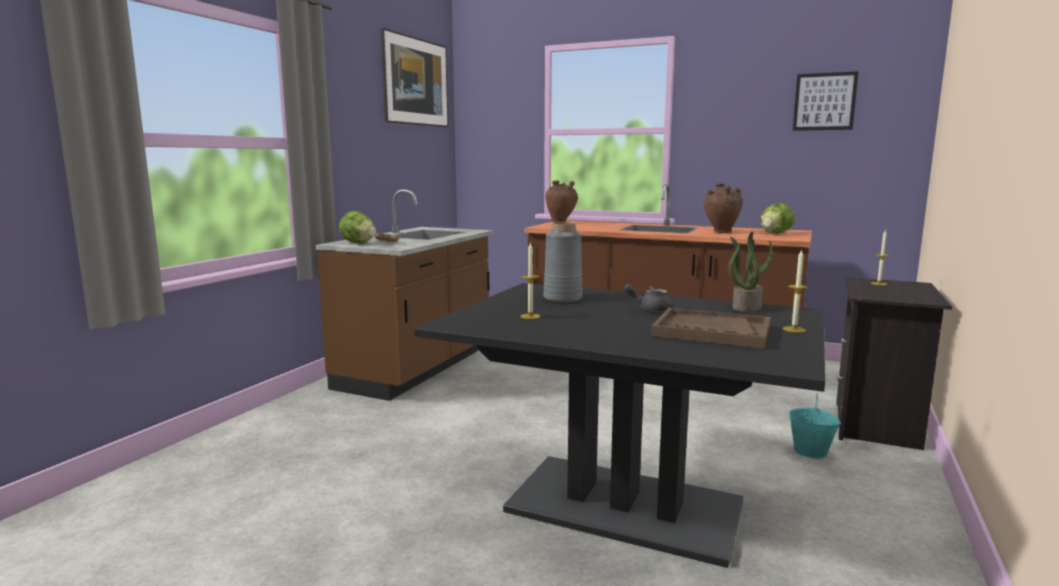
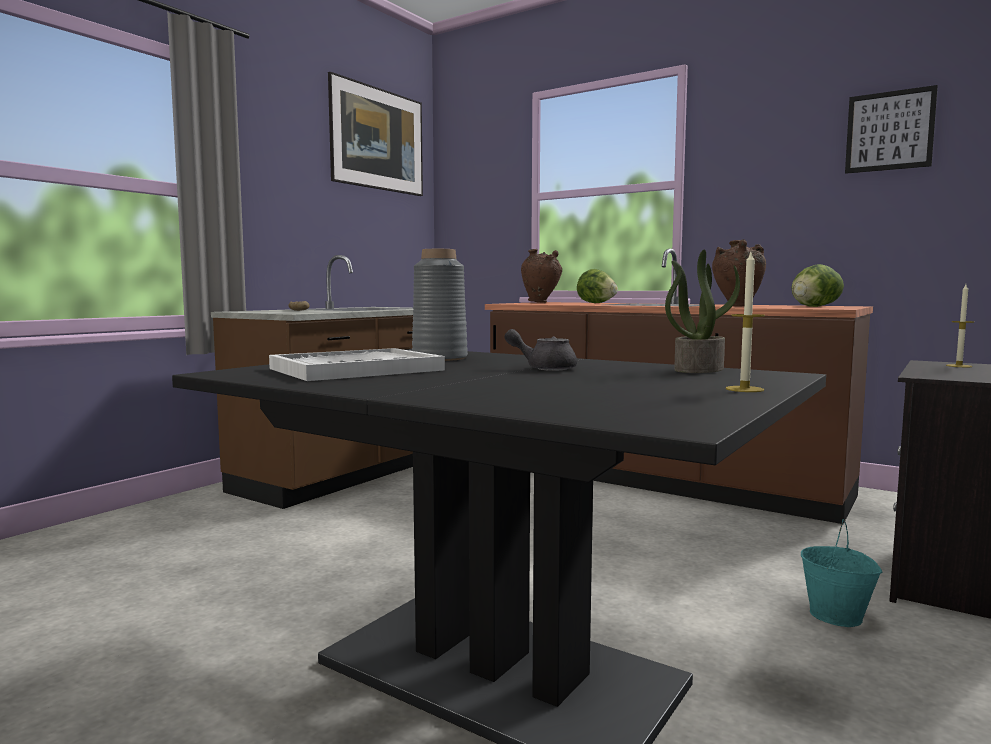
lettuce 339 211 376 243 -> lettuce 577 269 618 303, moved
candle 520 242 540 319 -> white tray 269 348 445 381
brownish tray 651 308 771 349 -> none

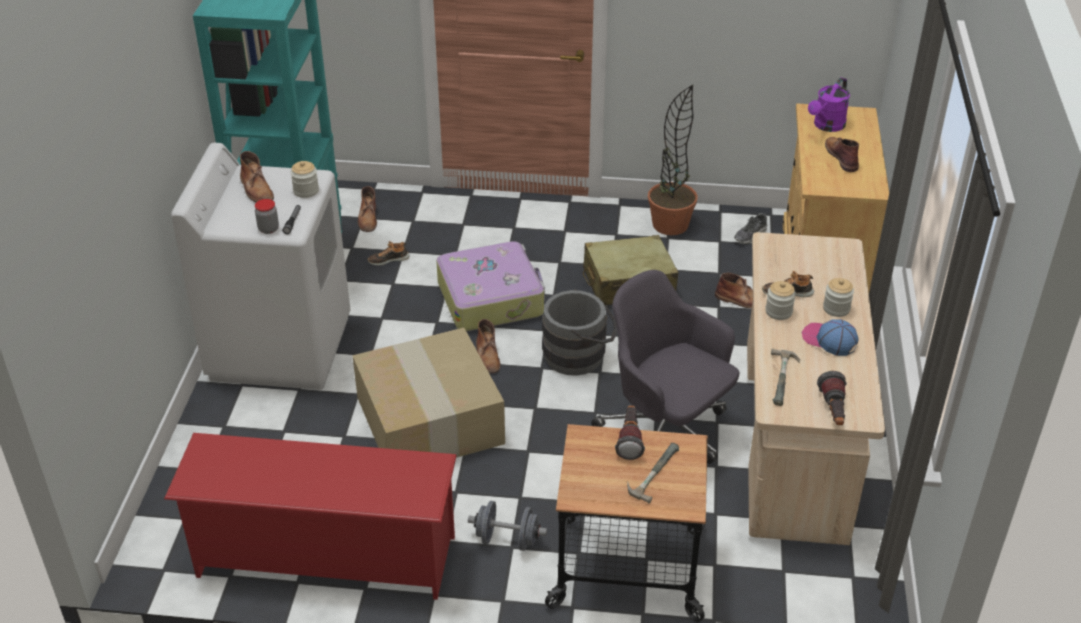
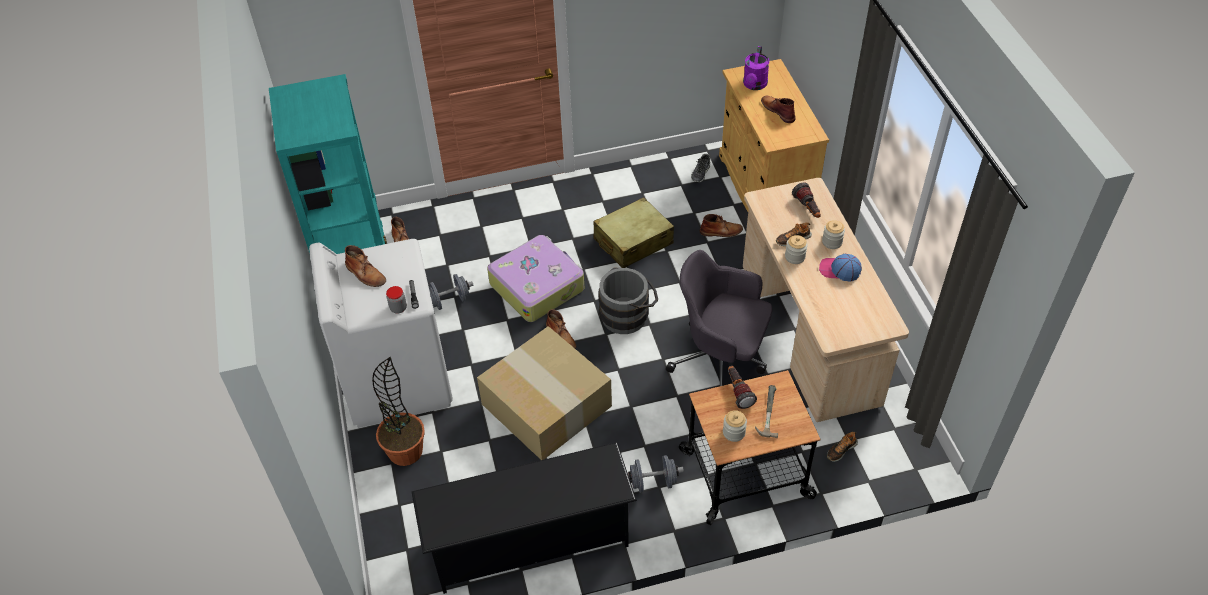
potted plant 648 85 698 235 -> potted plant 372 357 425 466, moved
jar 290 161 319 198 -> jar 723 410 747 442, moved
item of footwear 367 241 409 265 -> item of footwear 827 432 858 462, moved
hammer 771 349 800 406 -> none
flashlight 817 371 847 425 -> flashlight 792 182 821 218, moved
reddish shoe shelf 164 433 457 600 -> blackish shoe shelf 412 442 637 594
none -> greyish dumbbell 429 274 473 310

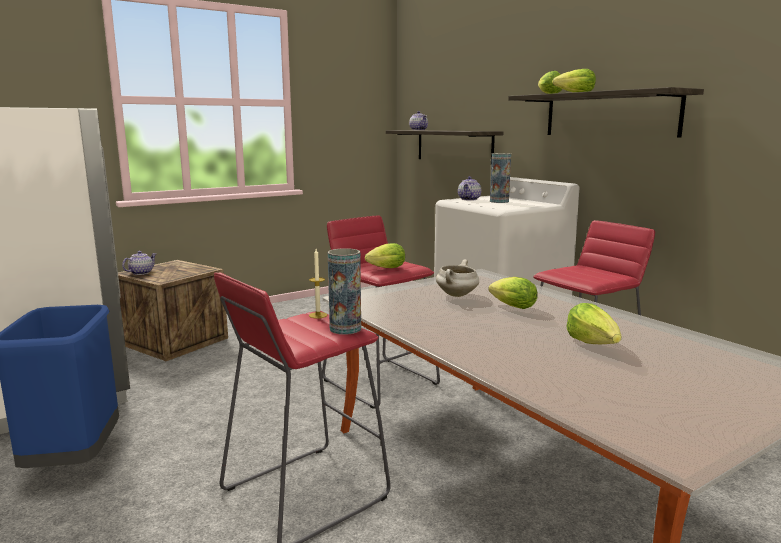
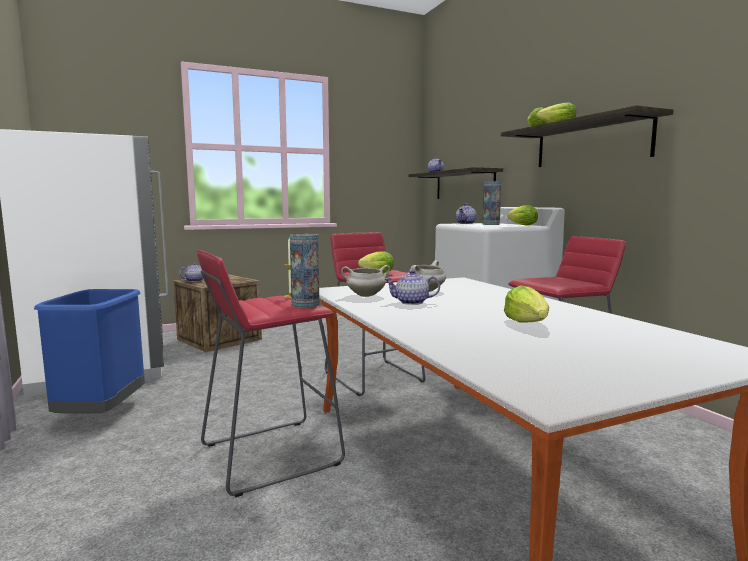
lettuce 488 277 537 309 -> lettuce 507 205 538 226, moved
none -> white stockpot 341 265 390 297
none -> teapot 385 270 440 305

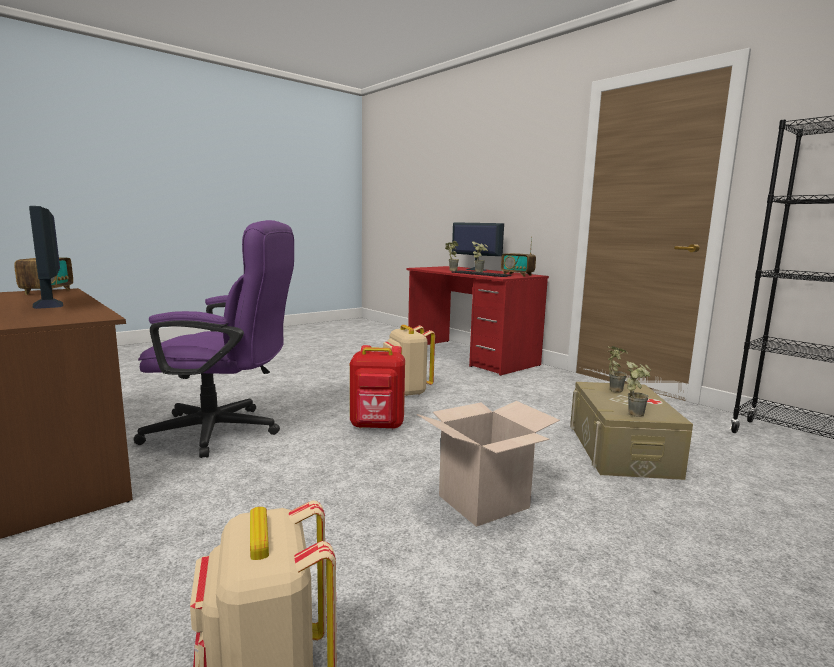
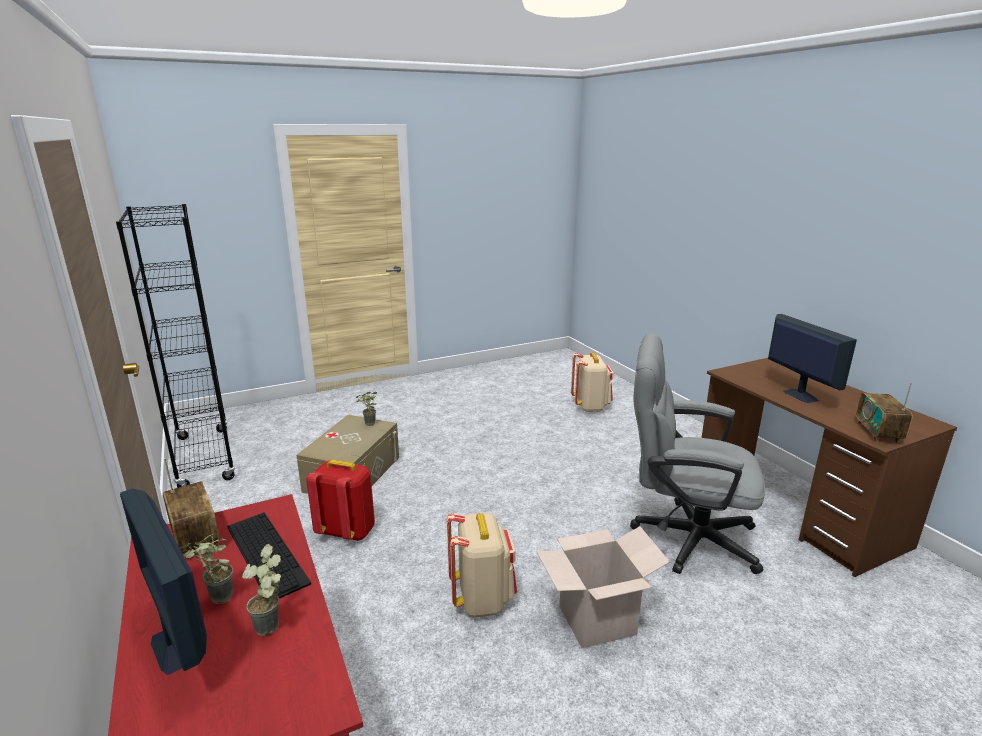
purple desk chair 134 220 294 458 -> greyish desk chair 630 333 765 574
reddish knapsack 350 345 405 429 -> reddish knapsack 306 459 375 541, moved
potted plant 608 346 628 392 -> none
cardboard box 417 401 560 527 -> cardboard box 536 526 670 648, moved

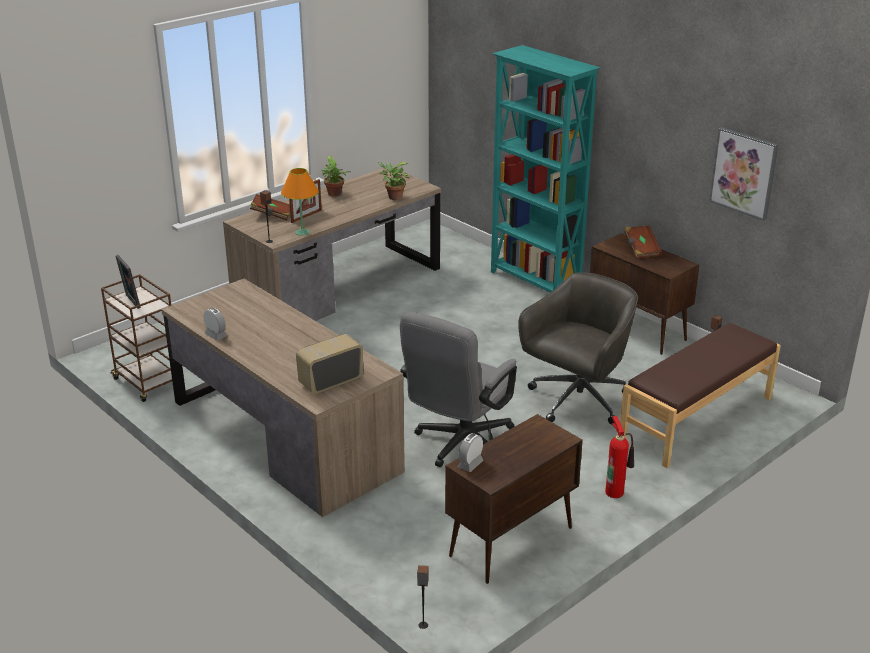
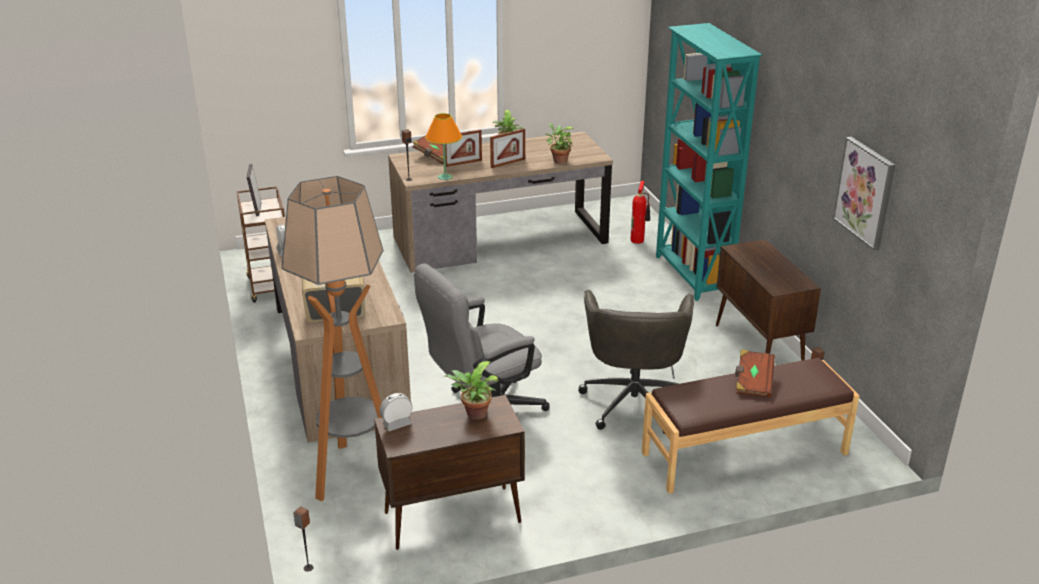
brownish bound book 624 225 662 259 -> brownish bound book 735 349 775 397, moved
greyish desk chair 518 272 638 425 -> greyish desk chair 578 290 694 434, 120 degrees clockwise
fire extinguisher 605 416 634 498 -> fire extinguisher 630 181 650 244, moved
none -> photo frame 490 128 525 168
none -> floor lamp 282 176 384 502
none -> potted plant 445 361 499 420

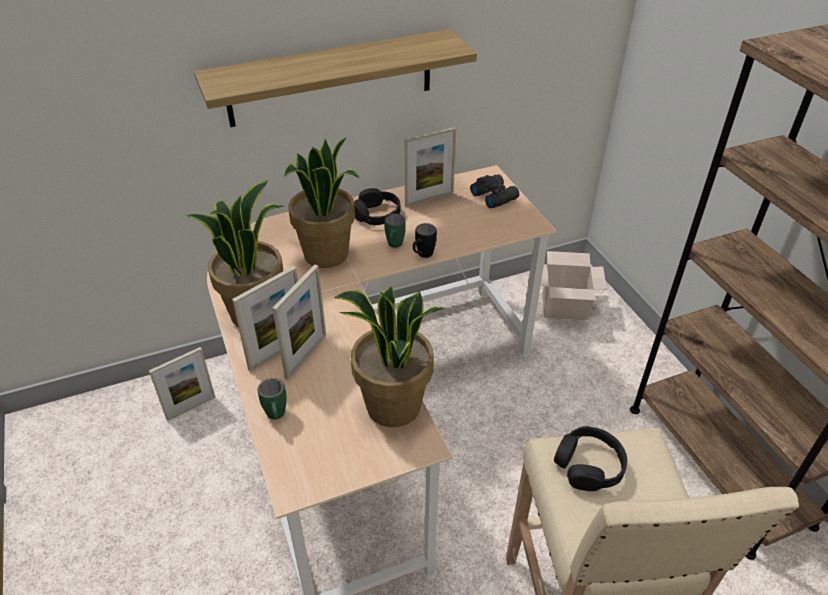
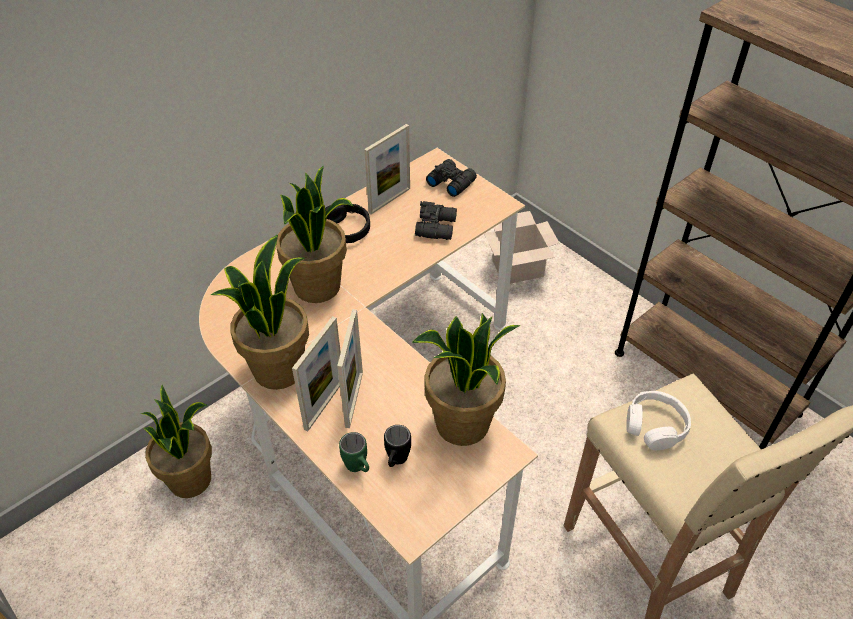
wall shelf 194 29 477 127 -> none
green-coloured mug 384 214 406 248 -> none
blackish mug 413 223 437 258 -> blackish mug 384 425 411 467, moved
photo frame 149 347 215 421 -> potted plant 141 385 212 498
blackish pair of headphones 554 426 627 491 -> white pair of headphones 626 391 691 450
none -> blackish pair of binoculars 415 201 457 240

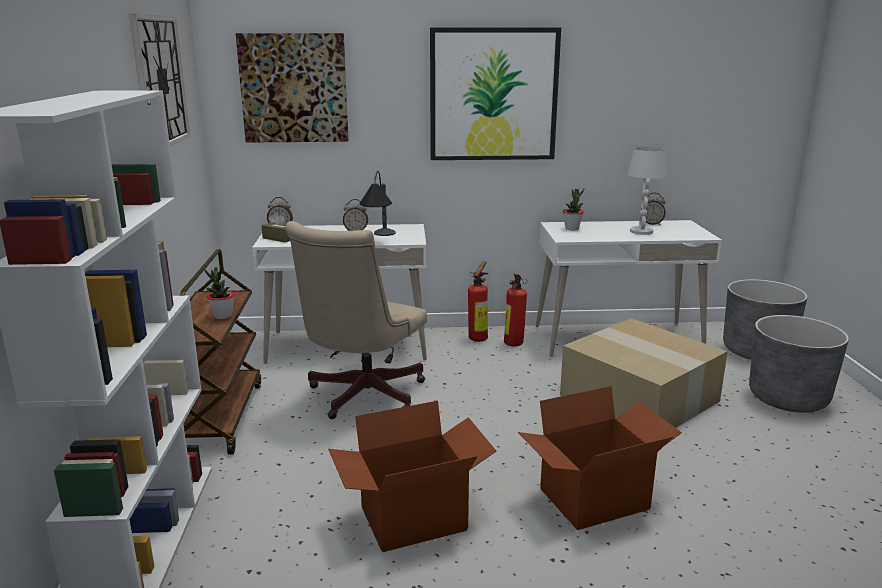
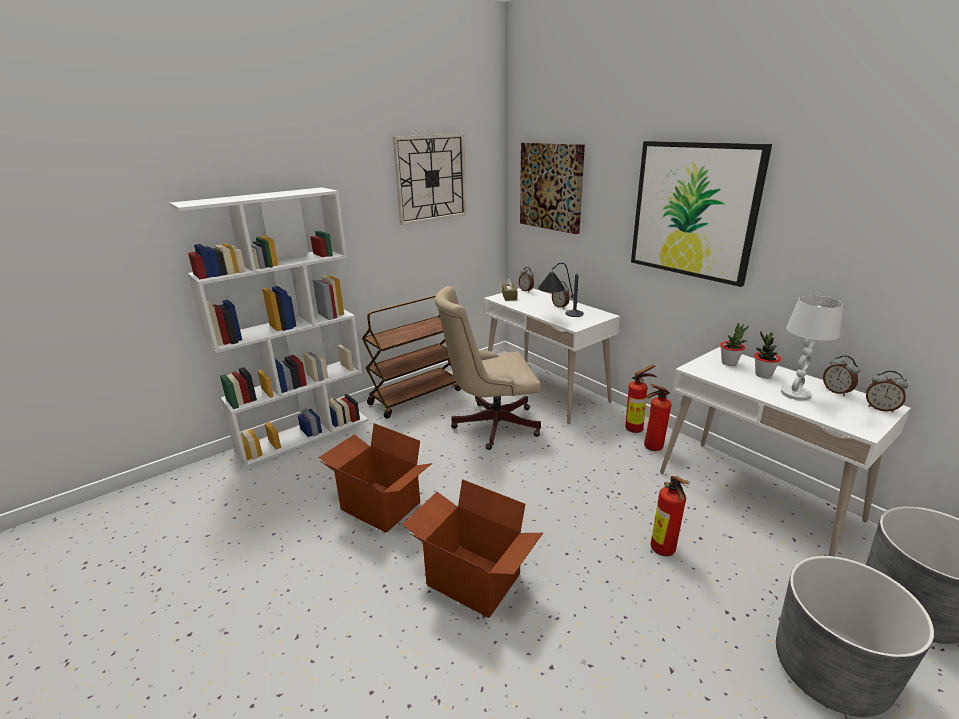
potted plant 204 267 235 319 -> potted plant 754 331 781 378, moved
cardboard box 560 318 728 428 -> fire extinguisher 651 476 690 556
none -> table clock 866 371 908 413

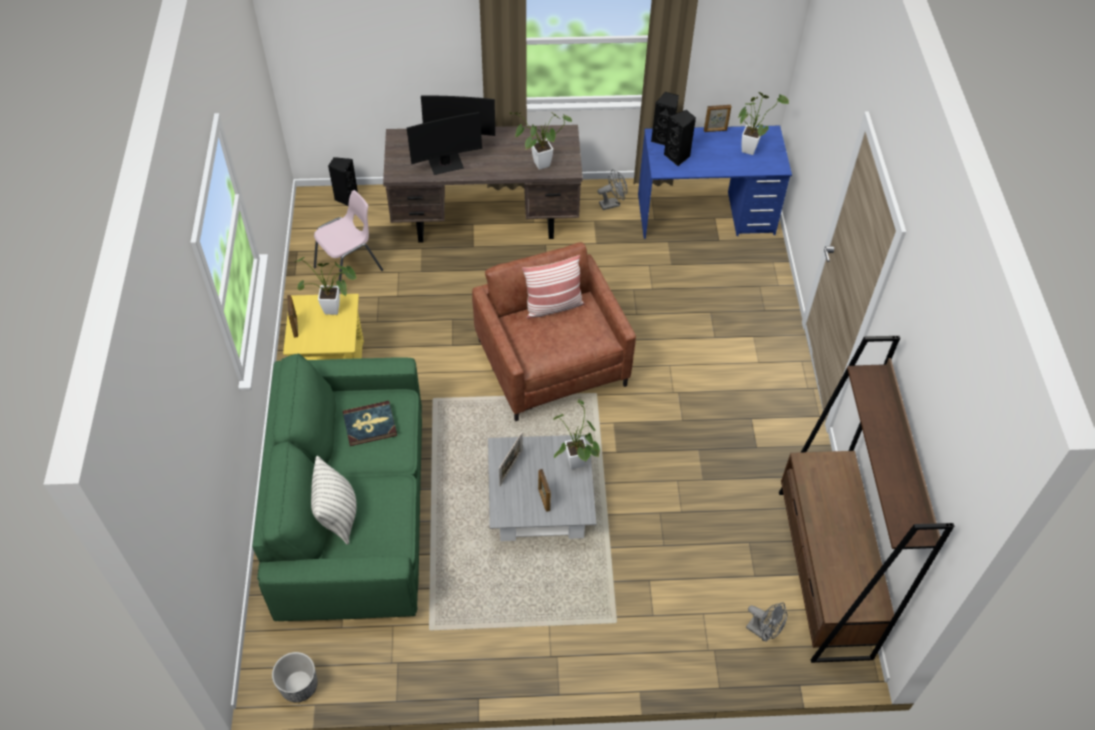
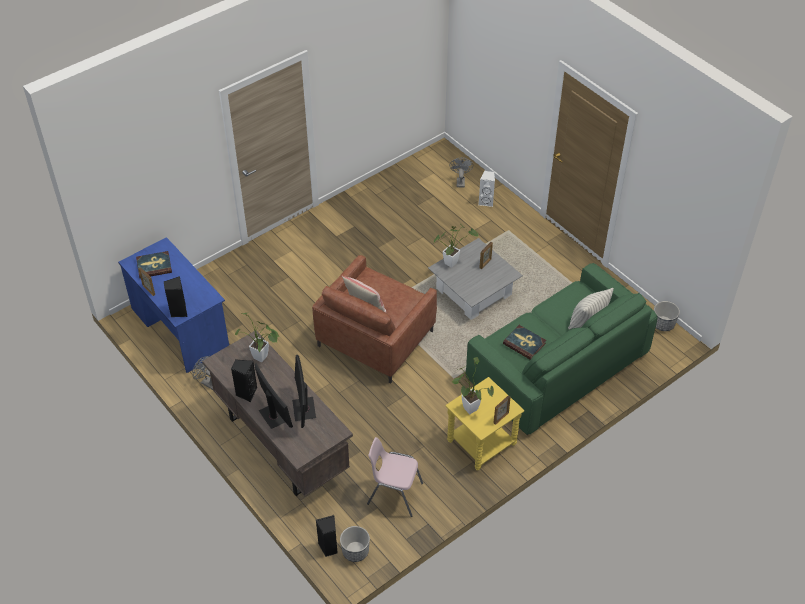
potted plant 738 92 789 155 -> bound book 136 251 172 278
blackish loudspeaker 664 110 696 167 -> blackish loudspeaker 231 360 257 402, moved
monitor 407 112 482 175 -> monitor 292 355 316 428, 135 degrees counterclockwise
brownish bookshelf 779 336 954 663 -> none
photo frame 499 432 523 486 -> none
none -> white loudspeaker 478 170 495 207
none -> flower pot 340 526 370 562

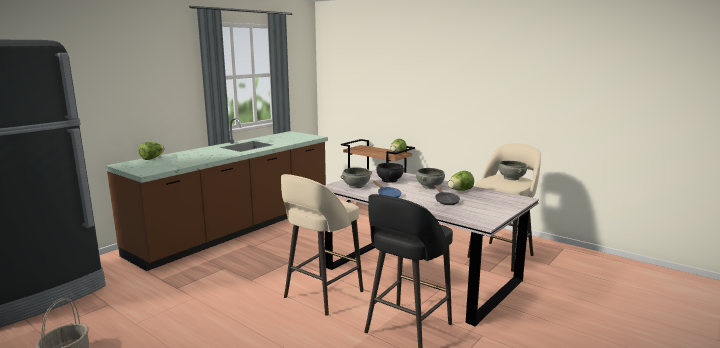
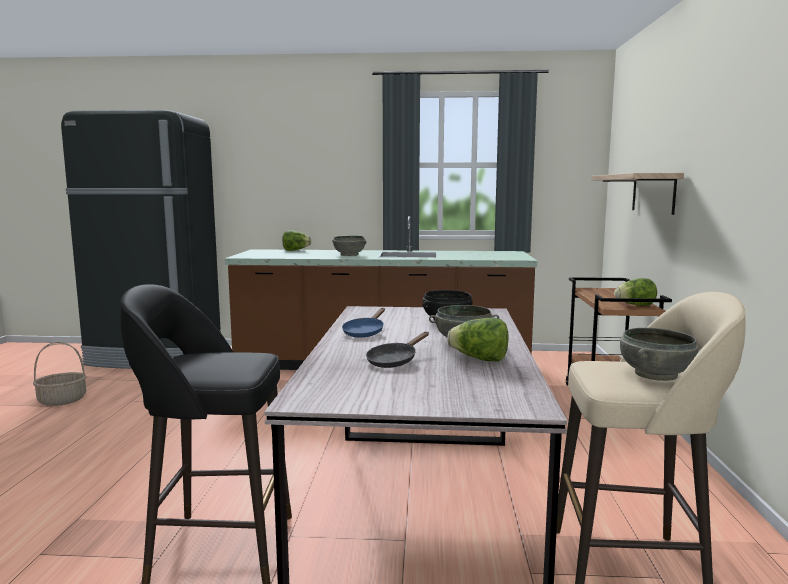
greyish bowl 341 167 372 188 -> greyish bowl 332 236 366 256, moved
beige stool 281 174 363 316 -> none
none -> wall shelf 592 173 684 215

